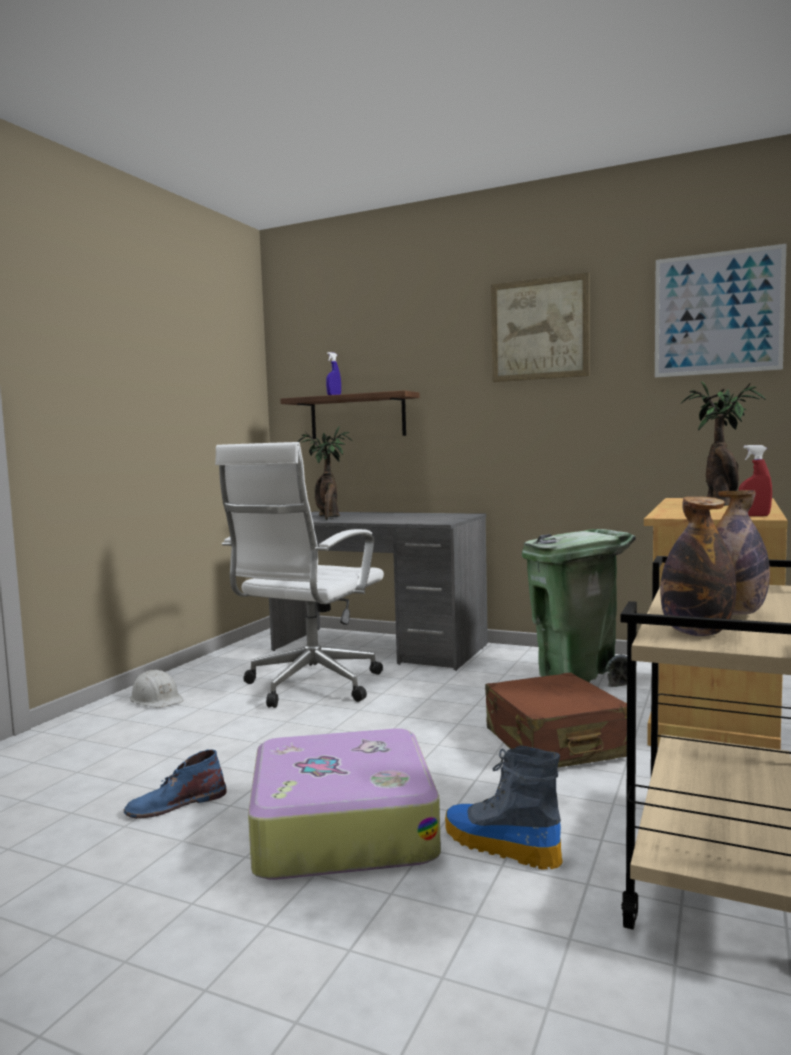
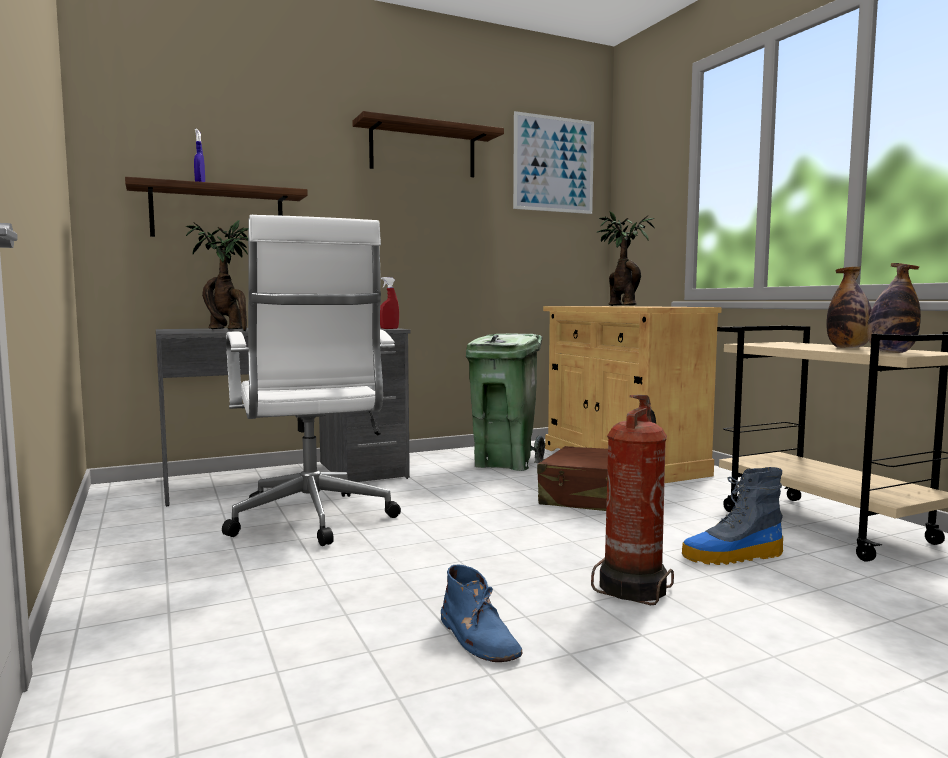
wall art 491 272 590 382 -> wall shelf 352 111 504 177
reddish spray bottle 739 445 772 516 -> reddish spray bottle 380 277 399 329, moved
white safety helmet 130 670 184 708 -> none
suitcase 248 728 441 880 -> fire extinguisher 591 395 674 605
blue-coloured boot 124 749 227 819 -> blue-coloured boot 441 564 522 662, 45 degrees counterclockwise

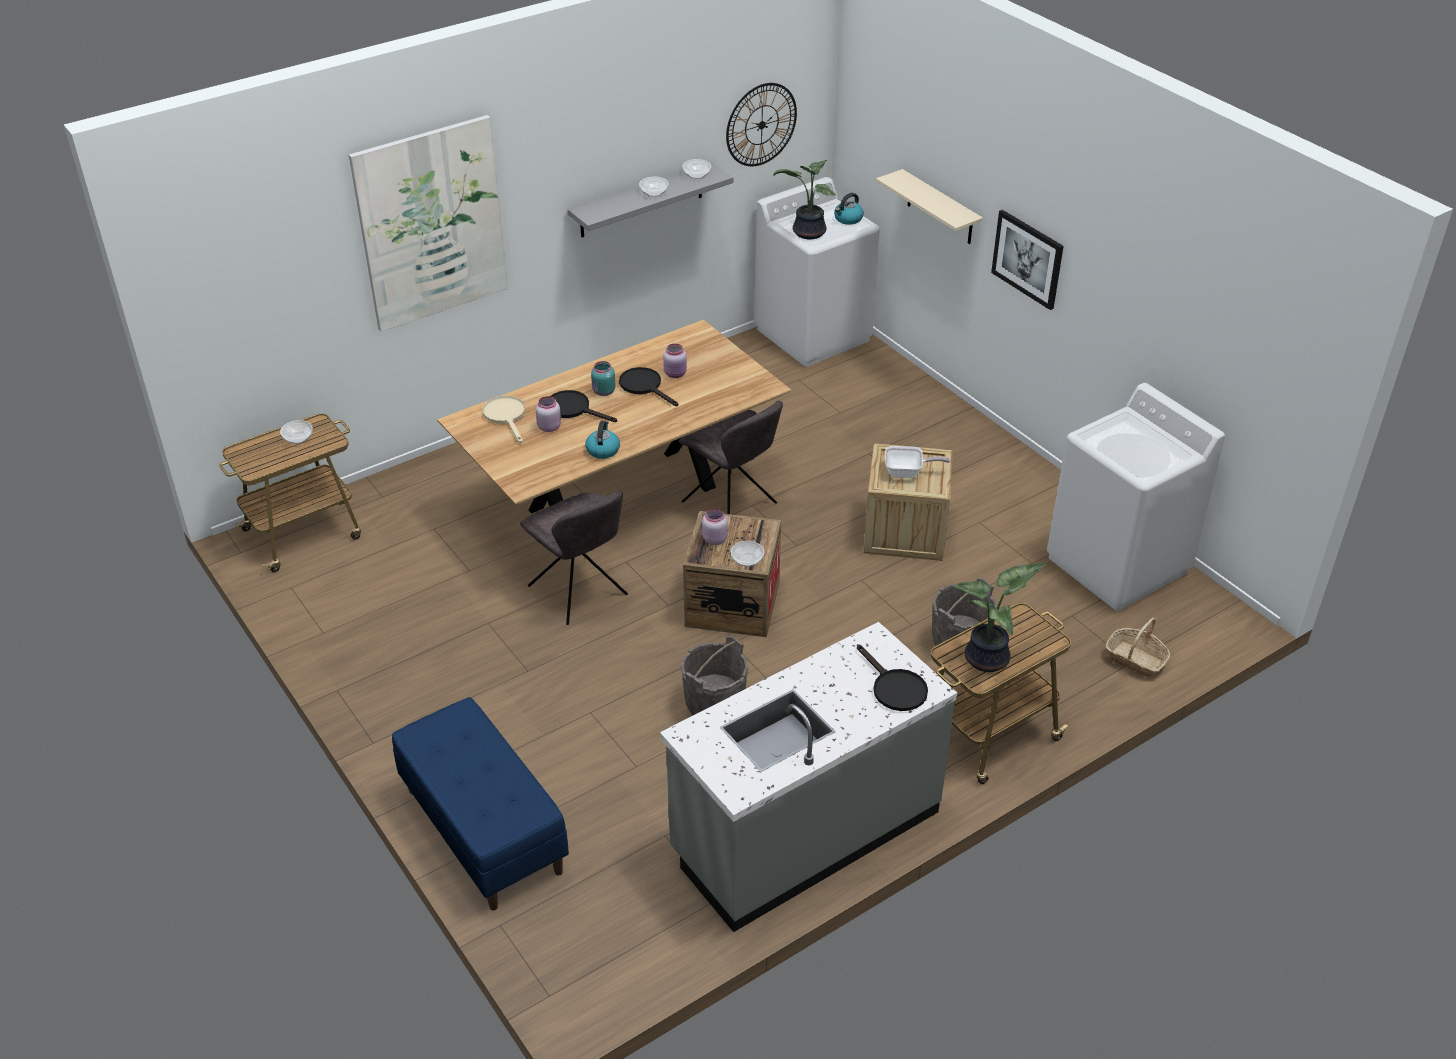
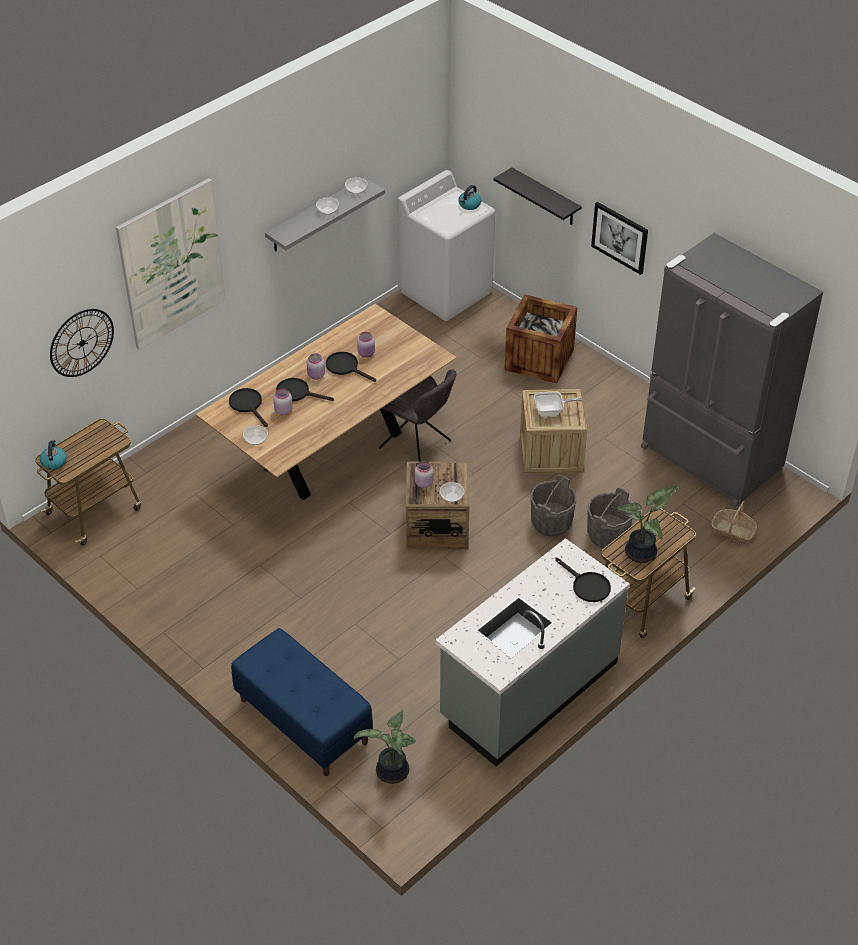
clock on the wall 726 83 797 166 -> clock on the wall 50 309 114 377, moved
potted plant 773 160 836 239 -> potted plant 354 710 416 784, moved
beige wall shelf 876 169 983 244 -> blackish wall shelf 494 167 582 225
turquoise jar 591 361 616 396 -> pink-coloured jar 307 353 325 380
white laundry appliance 1047 383 1225 611 -> greyish refrigerator 641 233 823 508
beige frying pan 482 396 526 443 -> blackish frying pan 229 388 268 427
bowl 280 420 313 444 -> bowl 243 425 268 445, moved
kettle 585 421 620 459 -> kettle 40 440 67 470, moved
greyish upright chair 520 490 628 625 -> none
greyish pail 681 636 748 715 -> greyish pail 531 475 576 537, moved
none -> packing crate 504 294 577 383

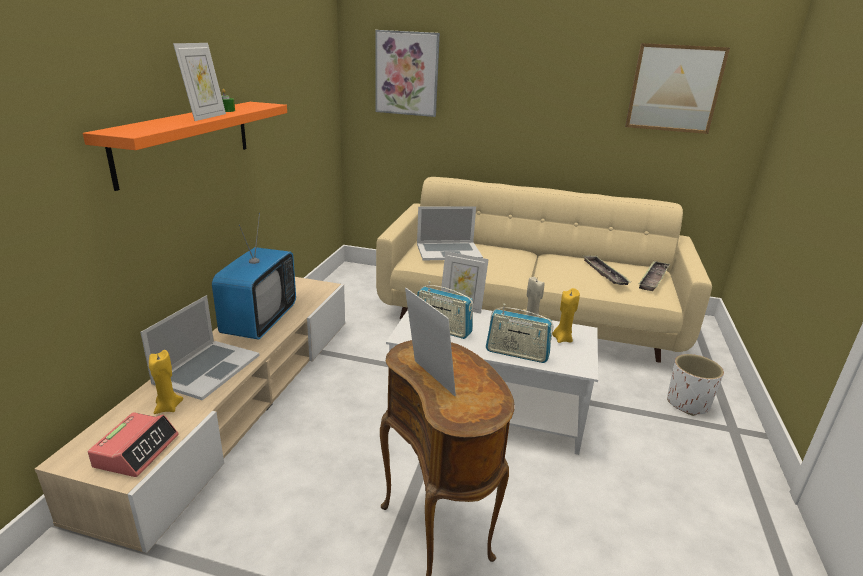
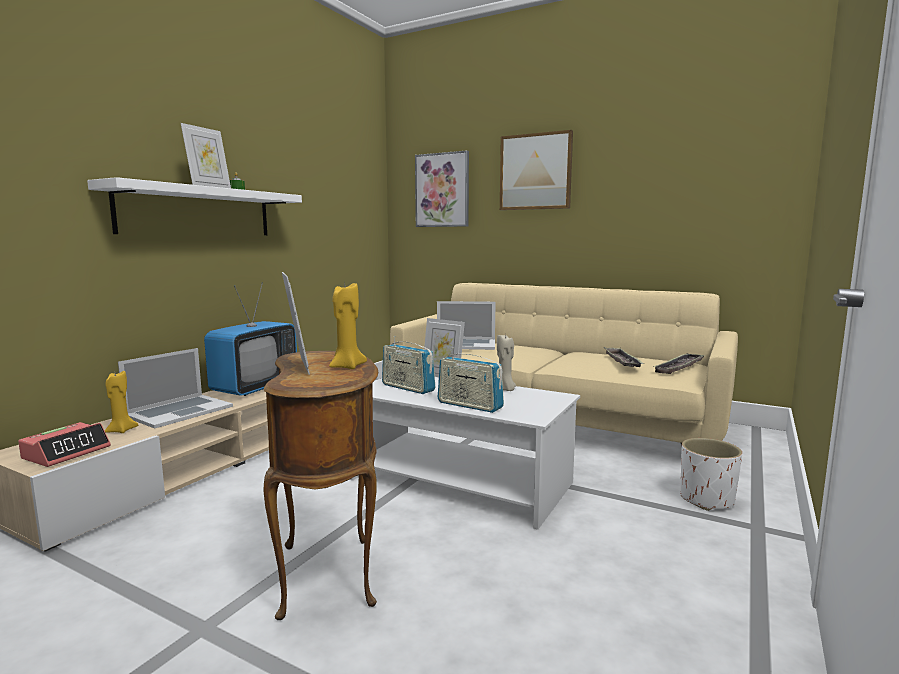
wall art 625 43 730 134 -> wall art 500 130 573 210, moved
orangey wall shelf 83 102 287 191 -> white wall shelf 87 177 302 235
yellow candle 552 288 580 343 -> yellow candle 329 283 367 369, moved

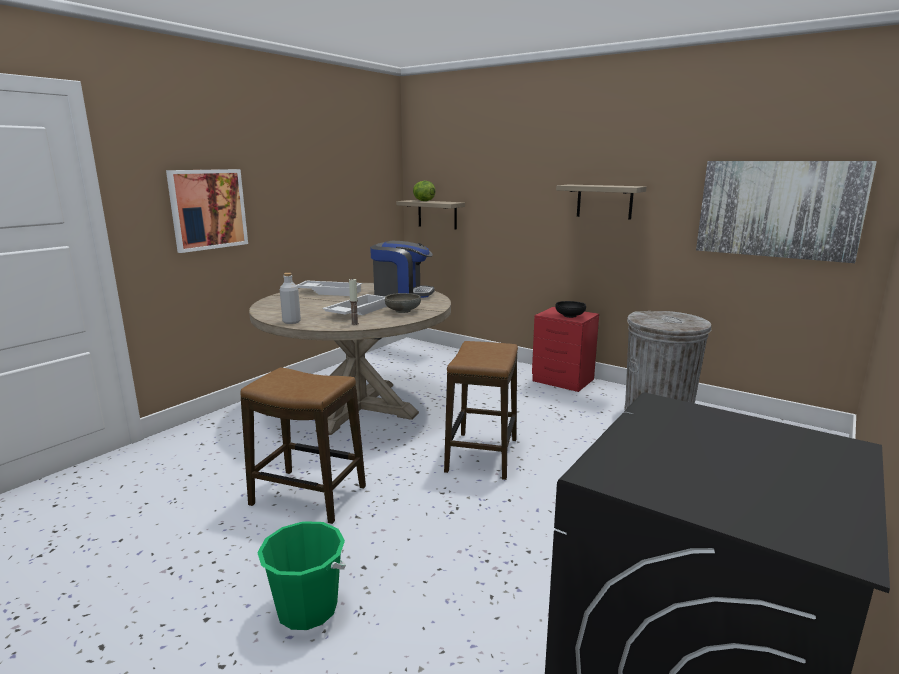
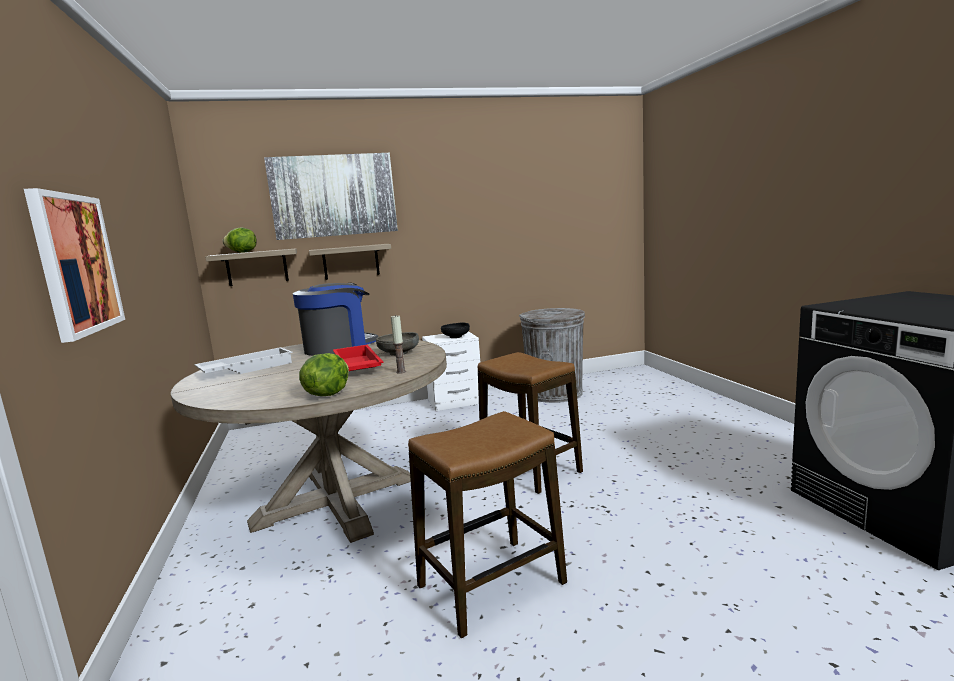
wall art 696 161 877 263 -> wall art 264 153 398 240, moved
wall shelf 556 185 647 220 -> wall shelf 309 244 391 280, moved
greyish bottle 280 273 301 324 -> lettuce 299 353 349 396
white tray 322 294 387 315 -> reddish tray 333 345 383 371
reddish bedside table 532 307 599 392 -> white bedside table 422 331 480 411
green-coloured pail 257 521 346 630 -> none

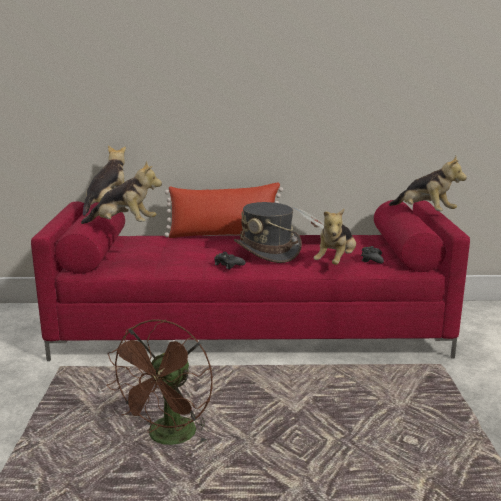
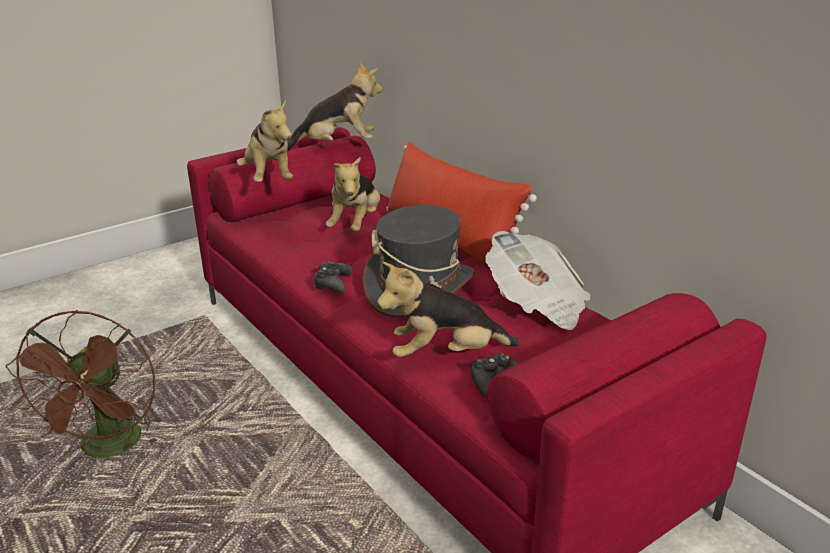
cuddly toy 389 156 467 211 -> cuddly toy 326 157 380 232, moved
brownish electric fan 106 319 213 445 -> brownish electric fan 5 310 161 458, 75 degrees counterclockwise

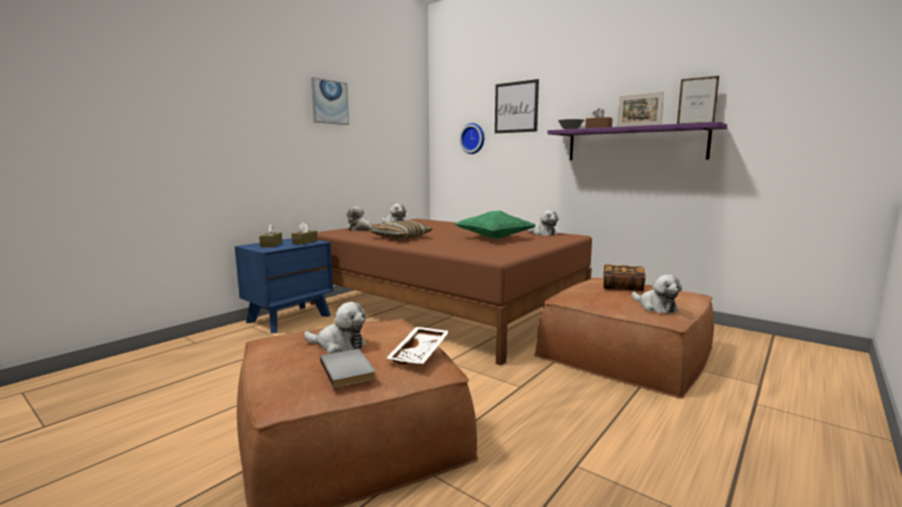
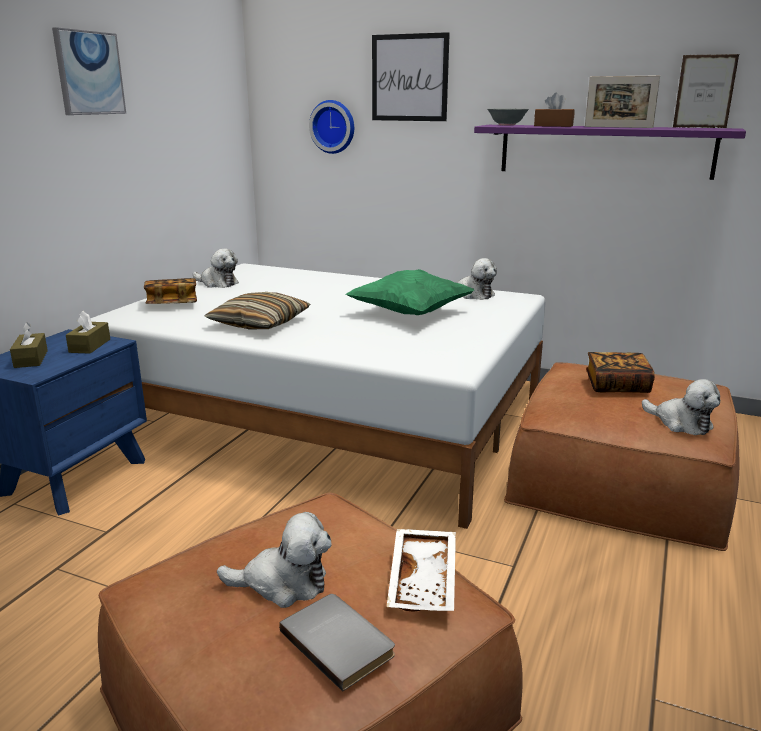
cuddly toy 347 207 377 231 -> bound book 144 278 197 304
brownish bed 310 219 592 366 -> white bed 90 263 546 529

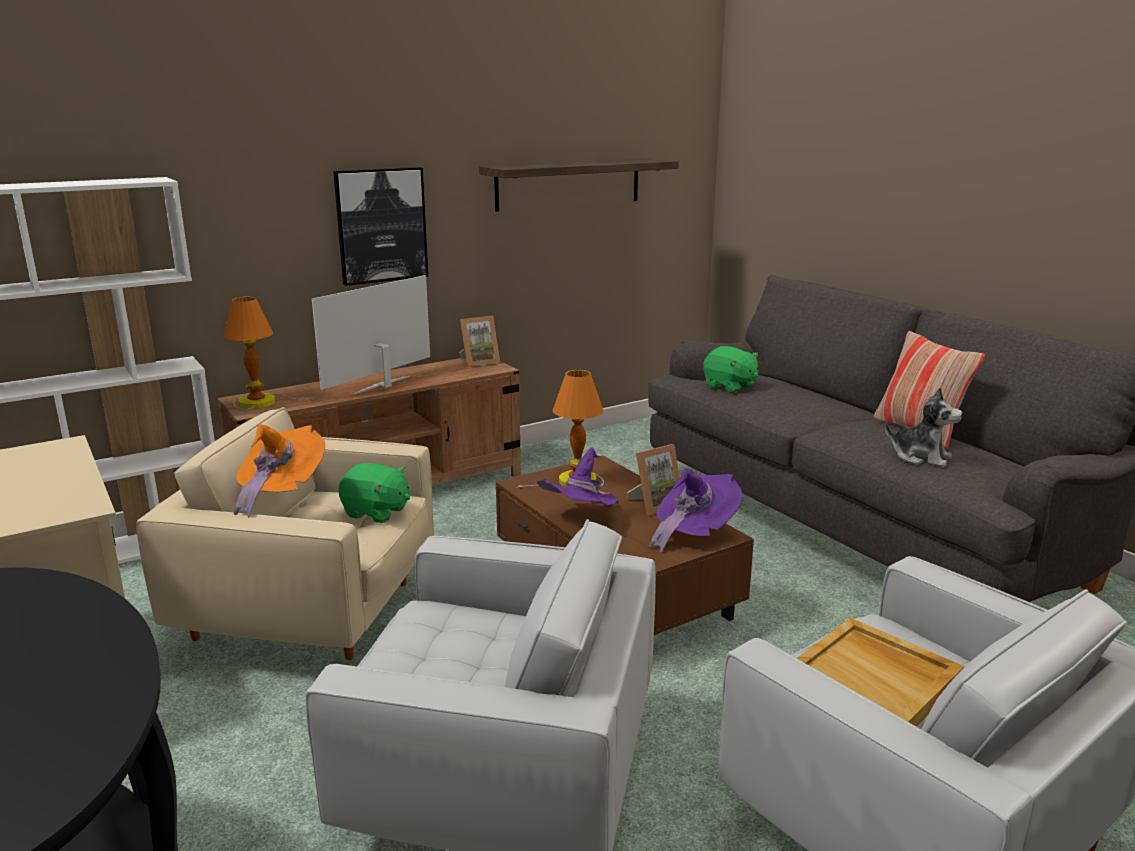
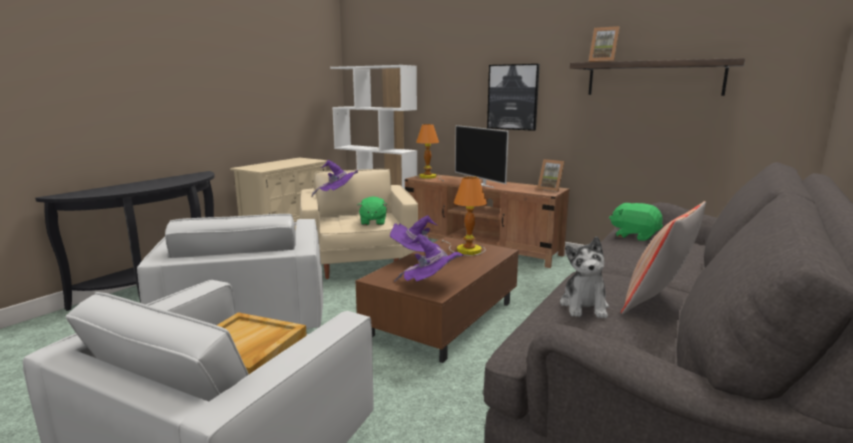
television 312 275 430 394 -> television 455 125 509 188, 135 degrees counterclockwise
green-coloured cuddly toy 703 346 759 393 -> green-coloured cuddly toy 609 203 663 241, 105 degrees clockwise
orangey wearable hat 234 424 325 518 -> purple wearable hat 311 160 358 197
photo frame 627 444 680 515 -> photo frame 589 26 620 62, moved

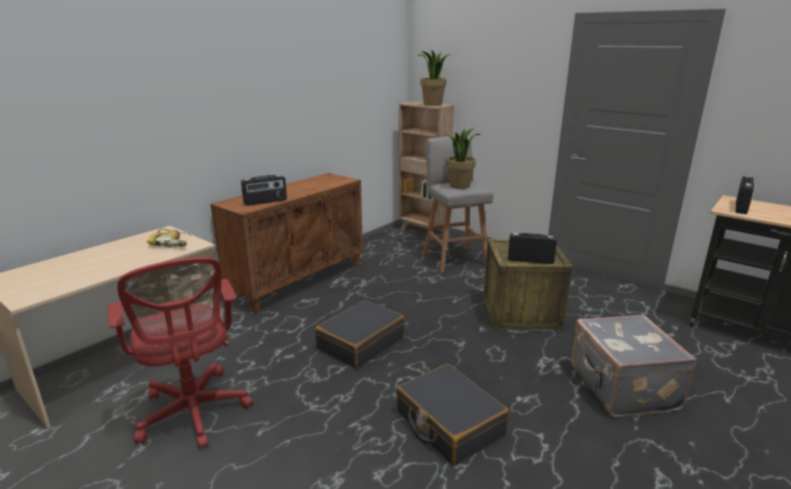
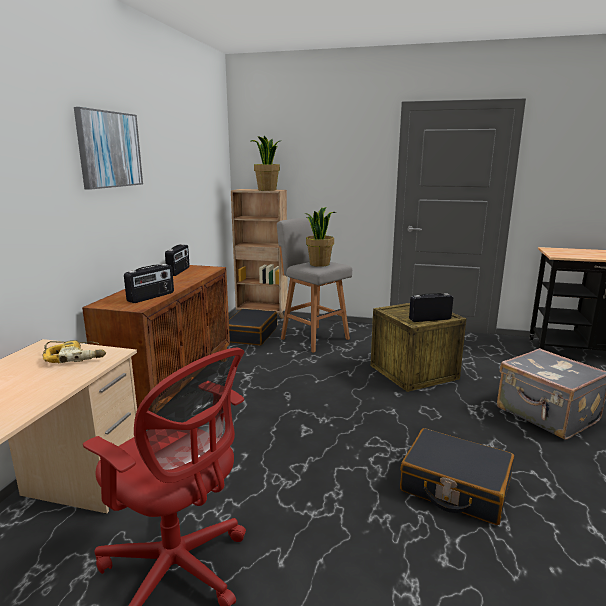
radio 735 176 754 214 -> radio 165 244 190 276, moved
blackish suitcase 315 300 405 369 -> blackish suitcase 229 309 277 345, moved
none -> wall art 74 107 143 190

